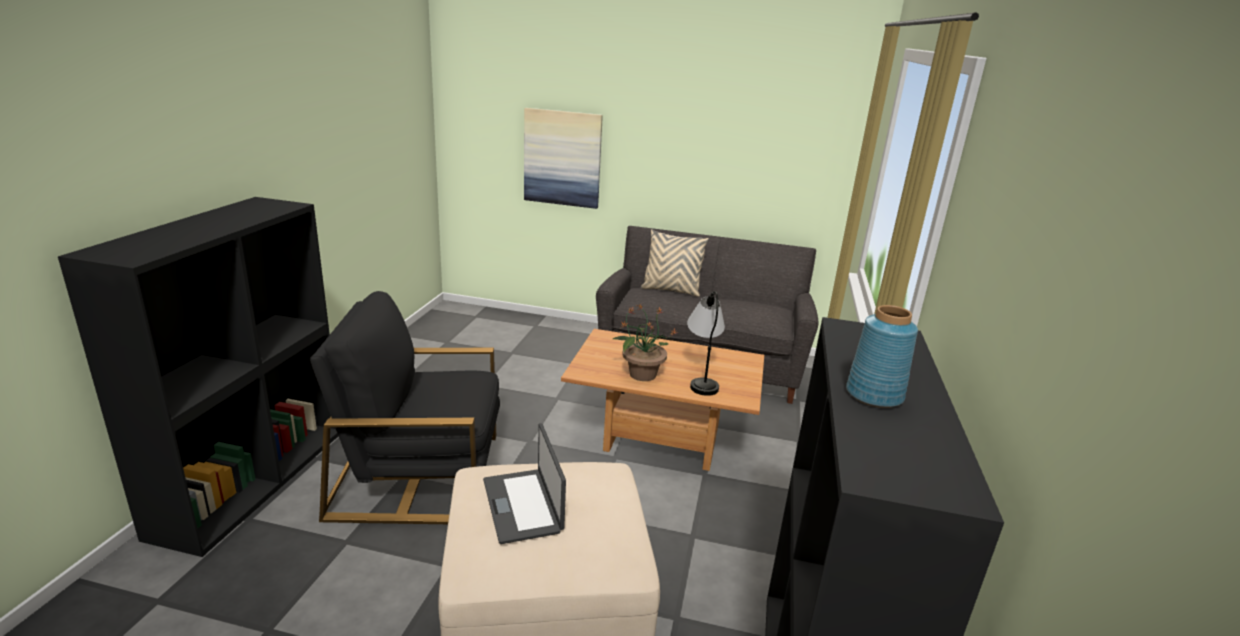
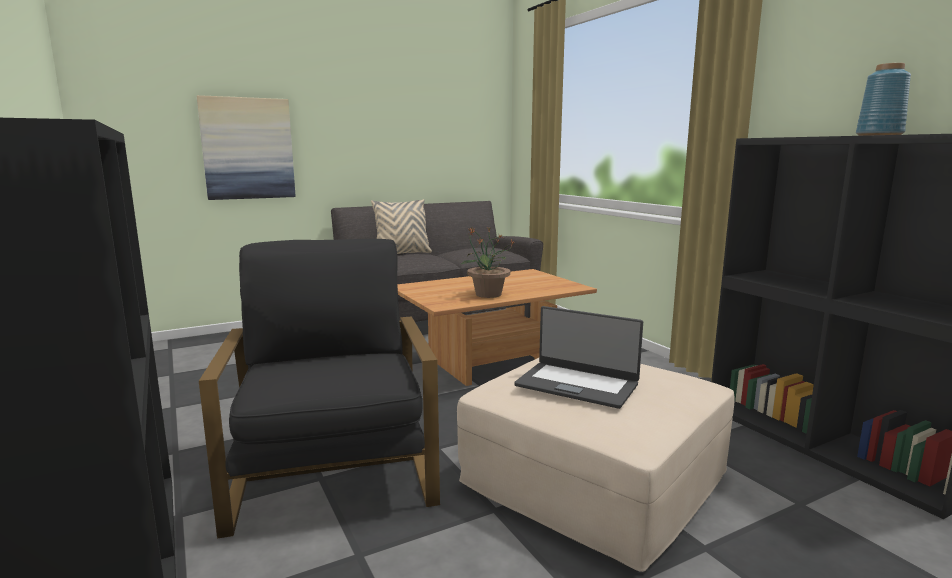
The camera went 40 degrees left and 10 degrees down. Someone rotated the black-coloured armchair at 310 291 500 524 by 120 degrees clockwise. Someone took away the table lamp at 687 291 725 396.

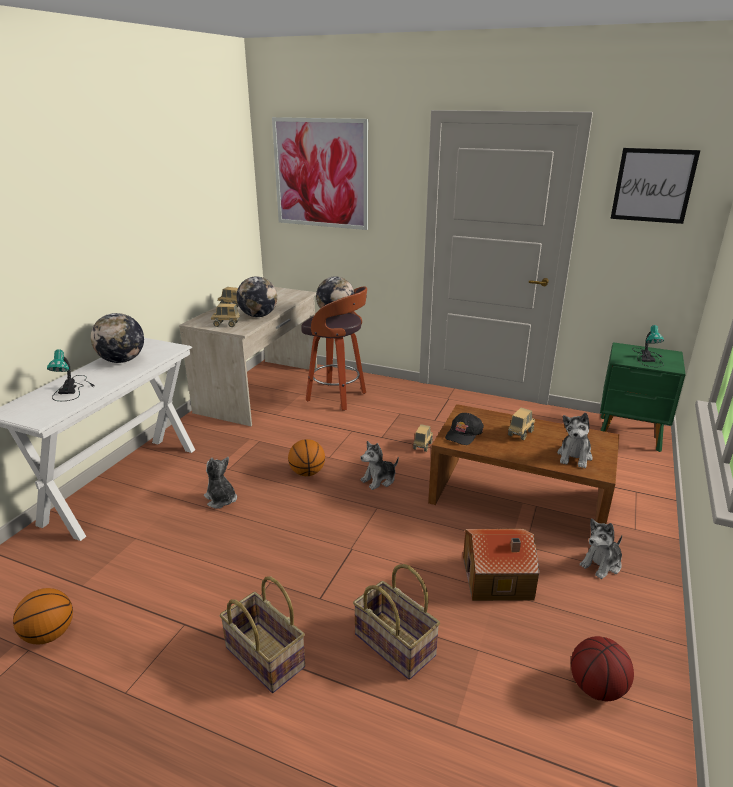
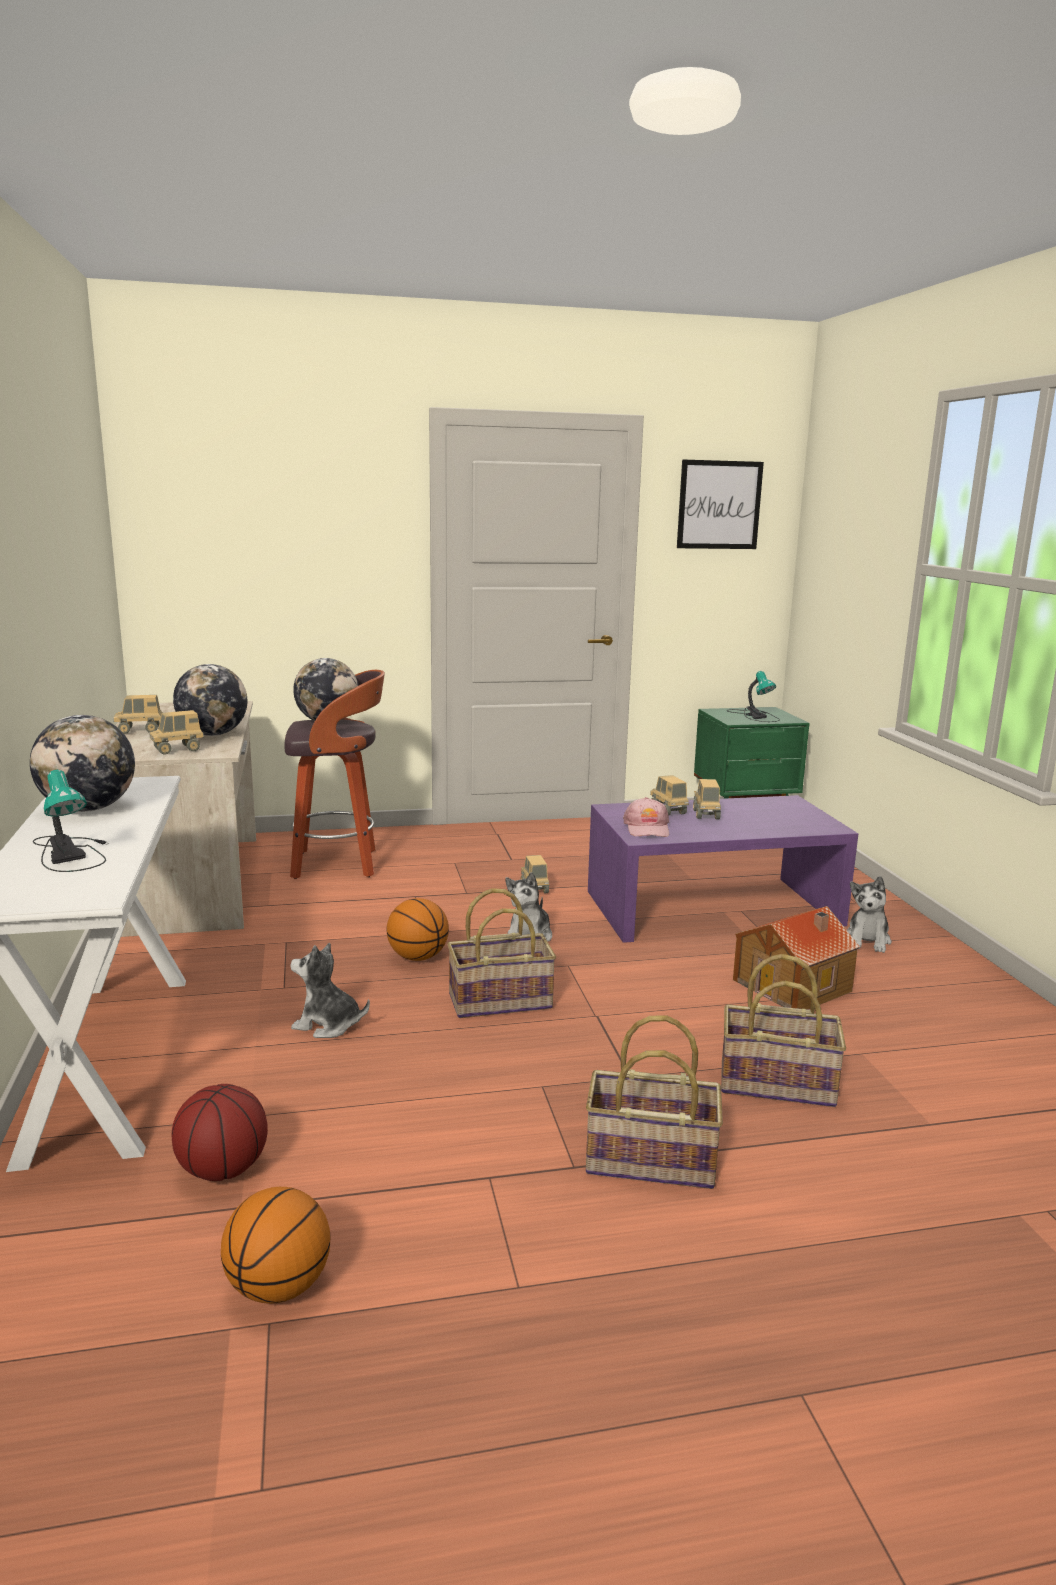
The camera went 35 degrees left and 10 degrees down. Someone took away the wall picture at 272 117 368 230. Someone repainted the brown coffee table at 428 404 619 524, which became the purple-coloured coffee table at 588 795 858 943. Someone repainted the black-coloured cap at 445 413 484 445, which became the pink cap at 623 797 669 837. Someone took away the plush toy at 557 413 593 468. Someone carried the basketball from 571 636 634 701 to 172 1084 268 1181. Someone put down the model truck at 650 775 689 815. Someone put down the household basket at 447 888 556 1018.

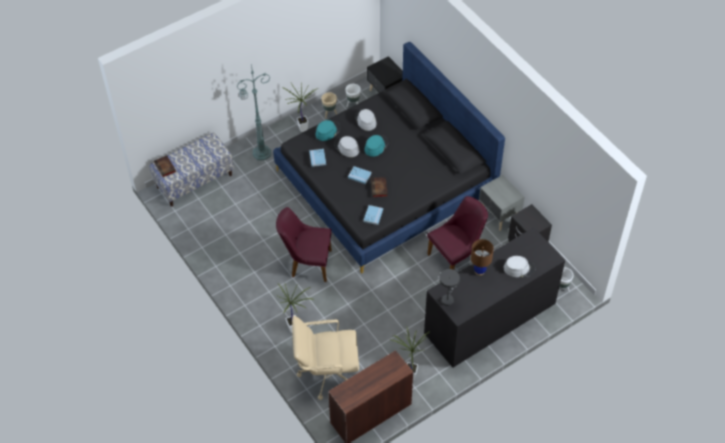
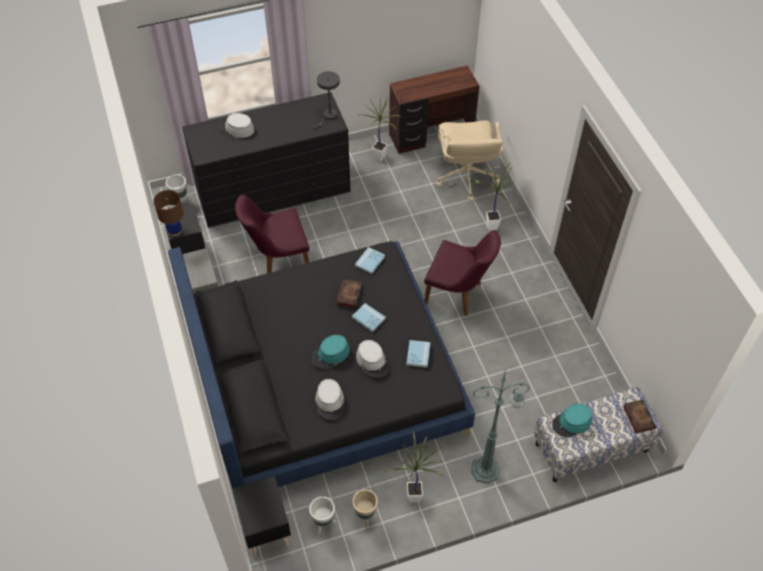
The camera went 165 degrees left and 0 degrees up. Someone carried the blue-green hat from 315 120 341 141 to 552 404 592 438. Someone carried the brown table lamp from 471 239 494 275 to 153 190 183 236. Someone rotated the beige office chair at 292 316 359 400 by 75 degrees clockwise.

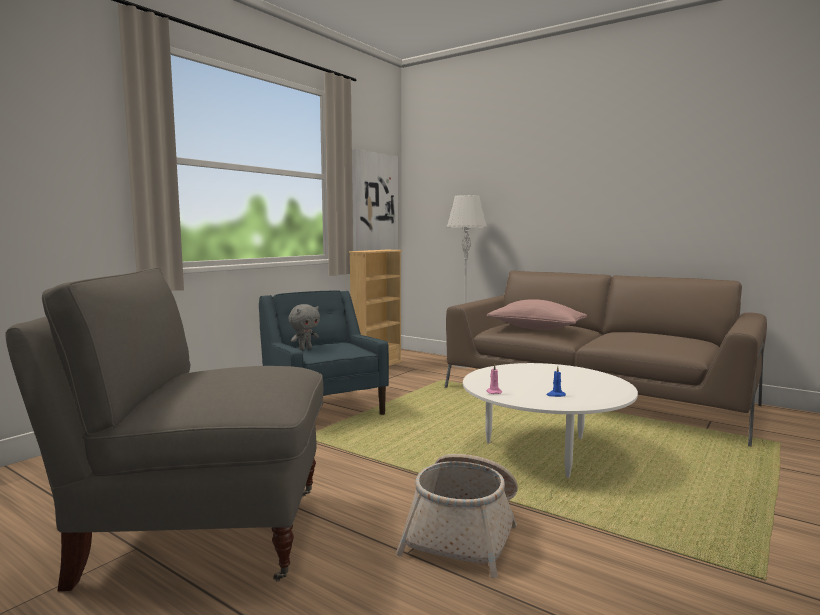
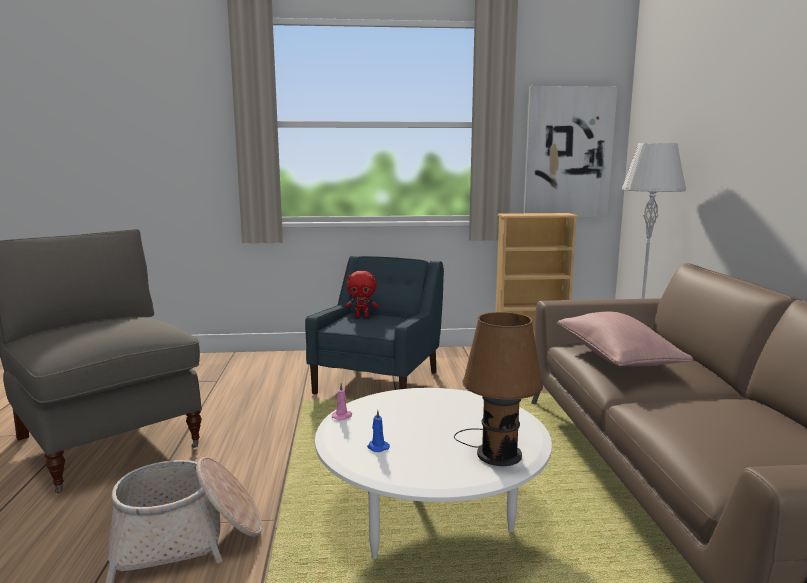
The camera went 50 degrees right and 5 degrees up. Someone repainted the greyish plush toy at 288 304 320 350, which became the red-coloured plush toy at 345 271 378 318. Someone put down the brown table lamp at 454 312 543 466.

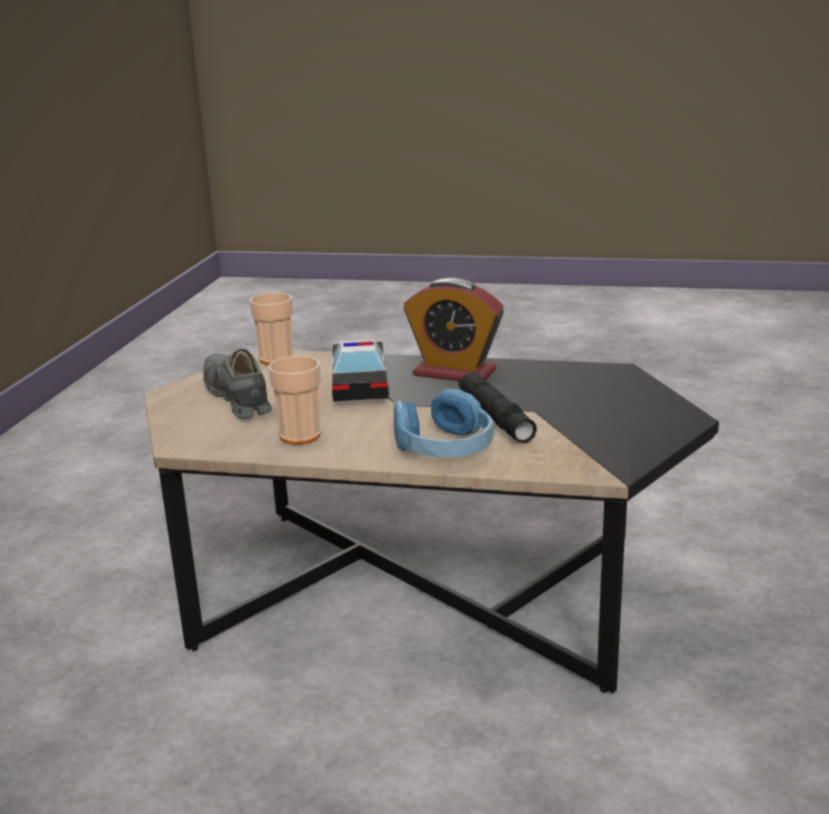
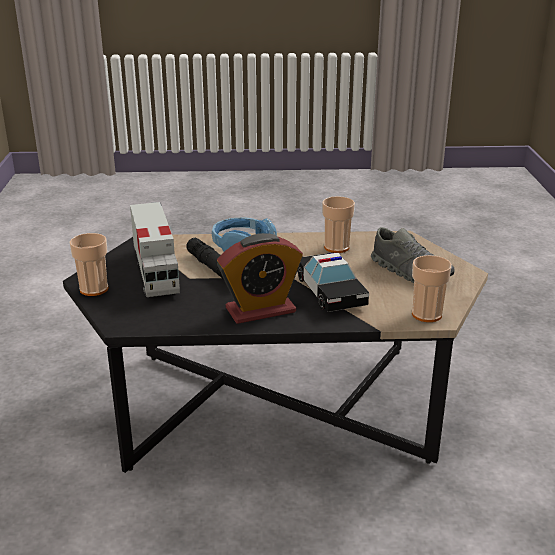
The camera went 165 degrees right and 5 degrees up. Someone rotated the table clock at 404 278 504 381 by 150 degrees clockwise. Someone put down the model truck at 130 202 180 297. Someone put down the small cup at 69 233 109 296.

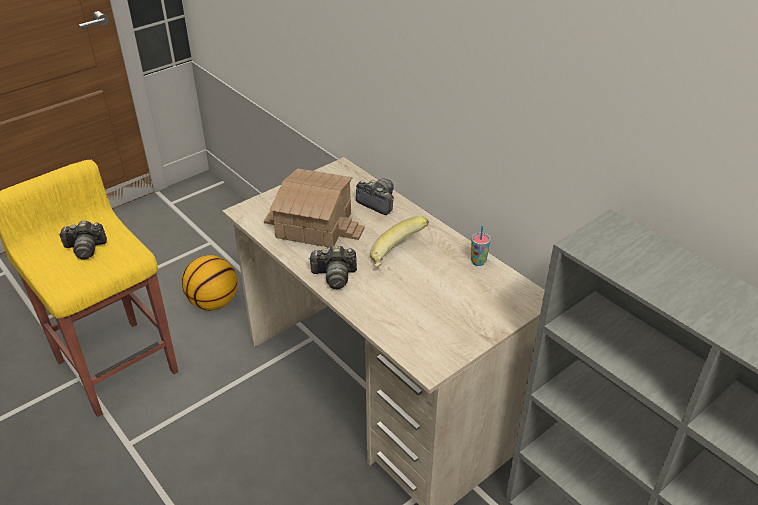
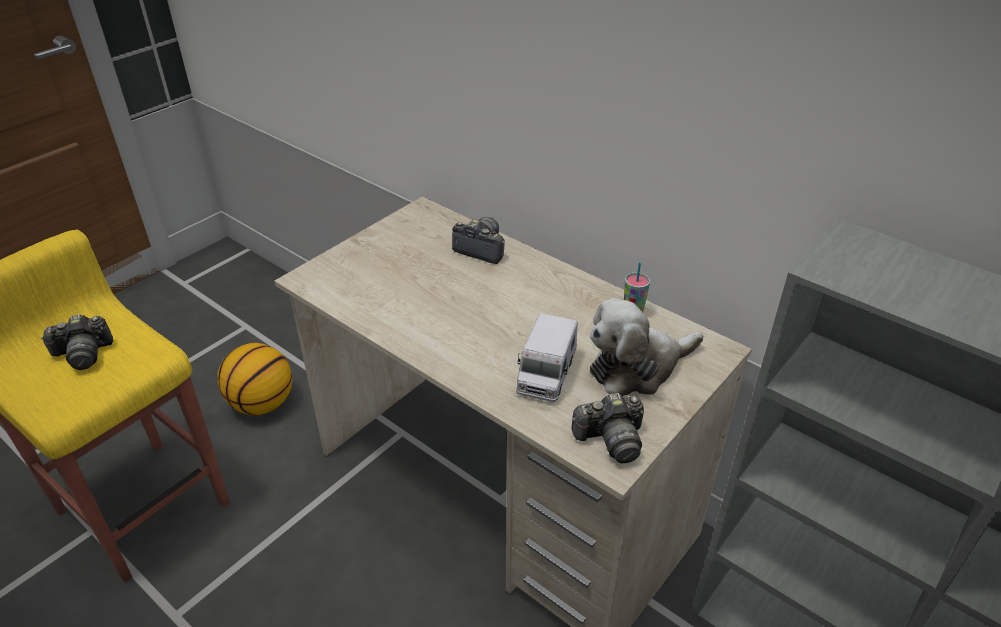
The camera went 10 degrees left and 0 degrees up. Someone took away the miniature house at 264 168 365 248. Someone took away the banana fruit at 370 216 429 267. Someone carried the photo camera from 309 245 357 289 to 572 393 644 463. Someone put down the plush toy at 590 298 703 396. Someone put down the model truck at 516 313 578 402.

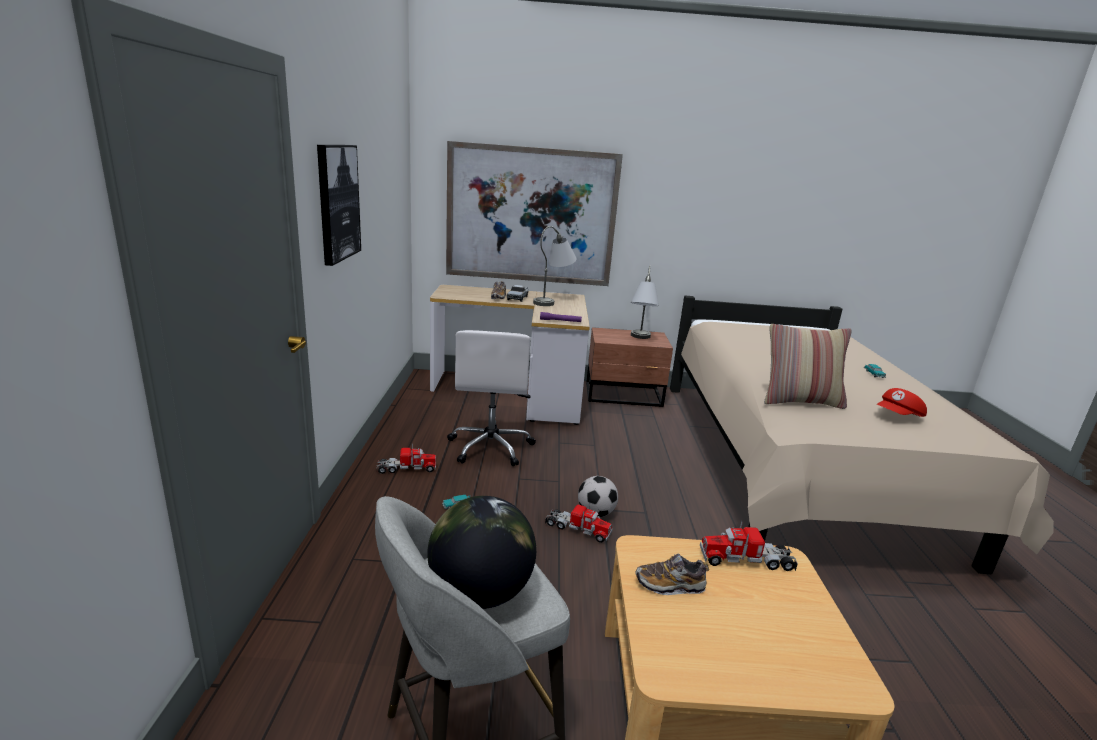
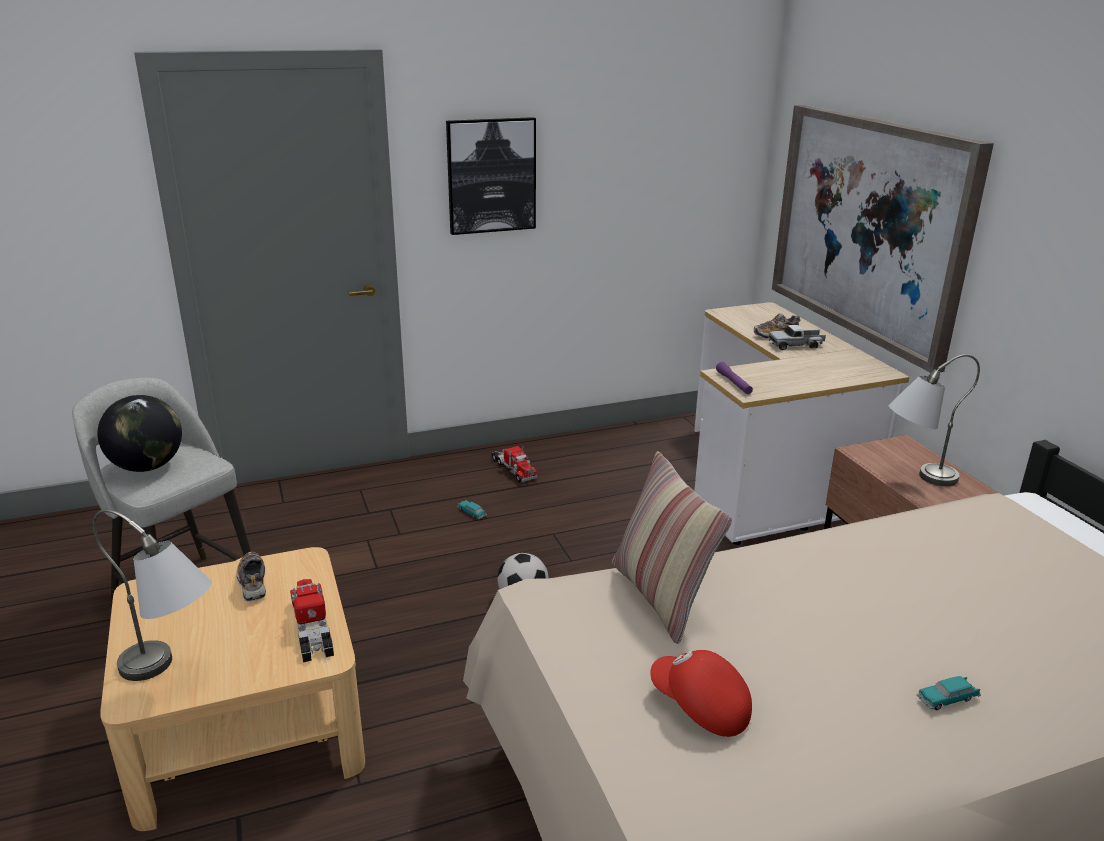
The camera went 70 degrees right and 5 degrees up. Someone carried the greyish table lamp from 533 226 577 306 to 93 509 211 681. Someone took away the whitish office chair at 447 330 536 466. Someone took away the model truck at 545 503 613 543.

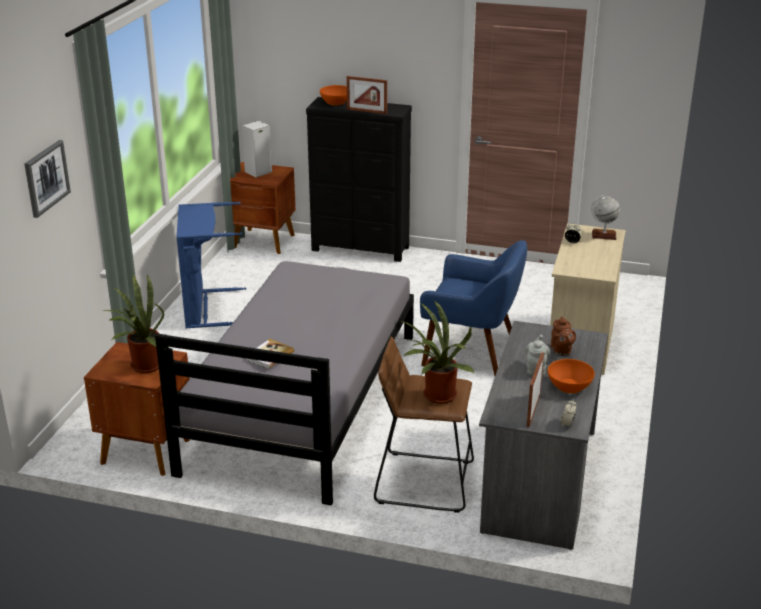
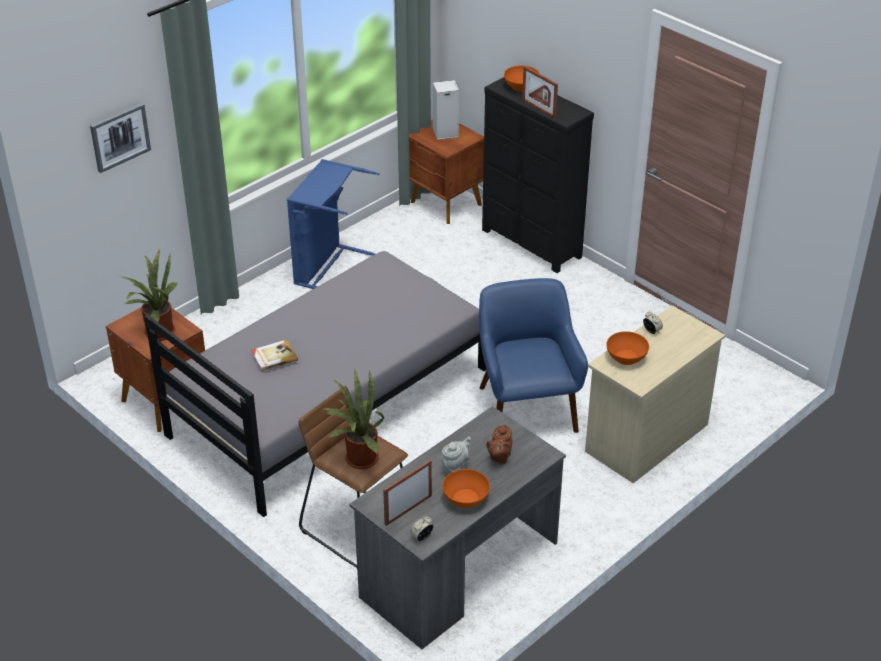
The camera went 30 degrees right and 10 degrees up. Someone took away the world globe at 591 195 620 240. Someone rotated the blue-coloured armchair at 420 240 527 376 by 150 degrees counterclockwise. Someone put down the orangey deep dish at 606 331 649 365.

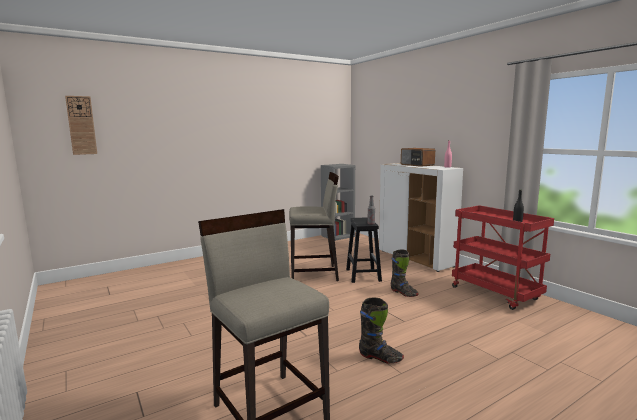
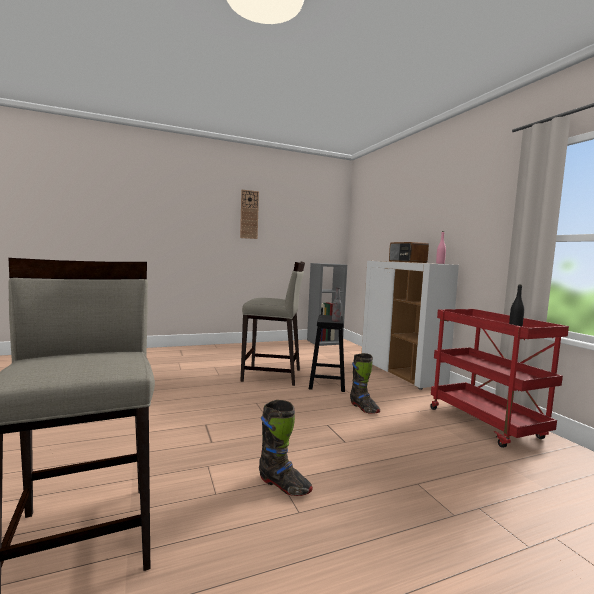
The camera went 10 degrees right and 5 degrees down. Someone carried the hanging clock from 65 96 97 155 to 240 190 259 239.

